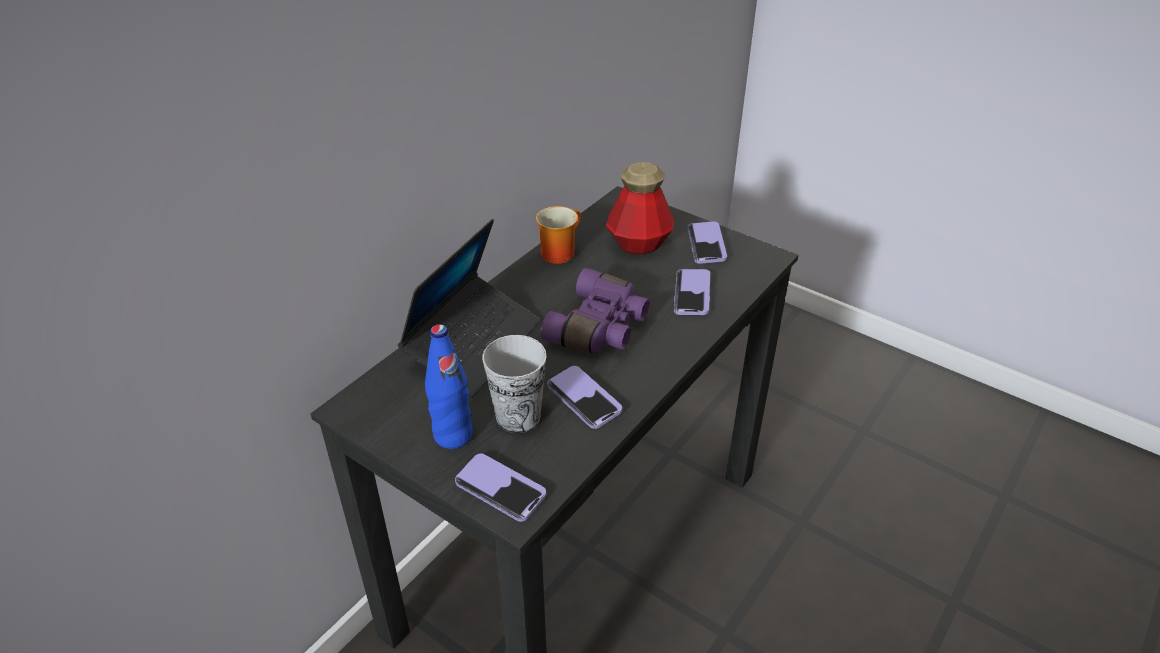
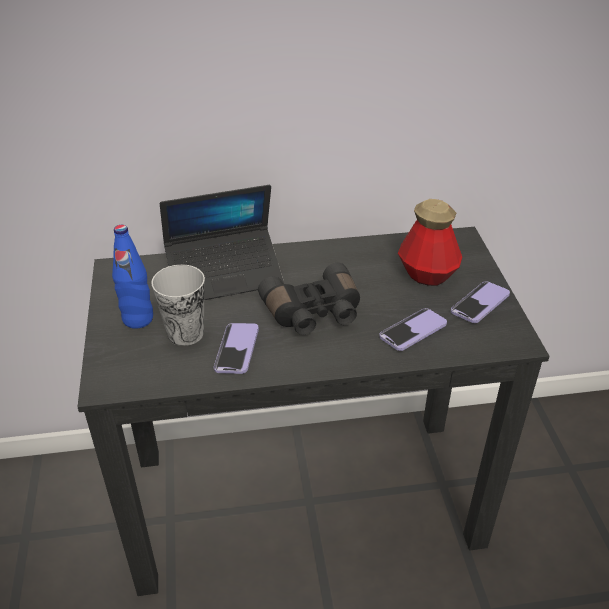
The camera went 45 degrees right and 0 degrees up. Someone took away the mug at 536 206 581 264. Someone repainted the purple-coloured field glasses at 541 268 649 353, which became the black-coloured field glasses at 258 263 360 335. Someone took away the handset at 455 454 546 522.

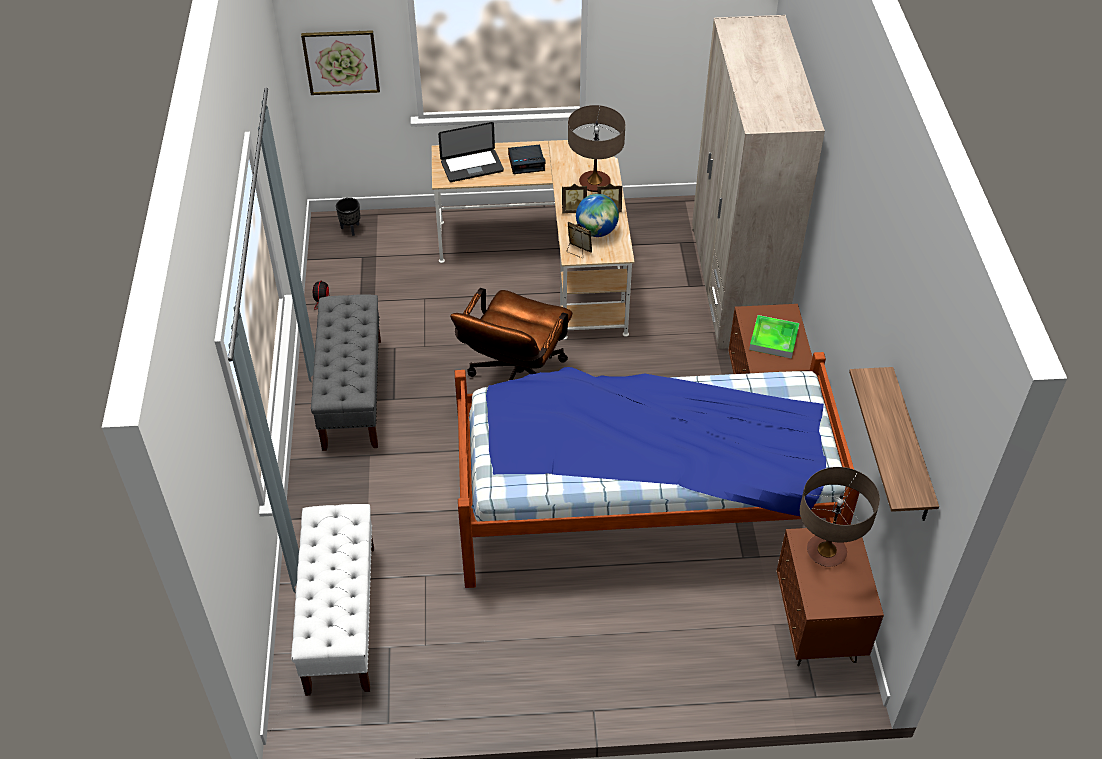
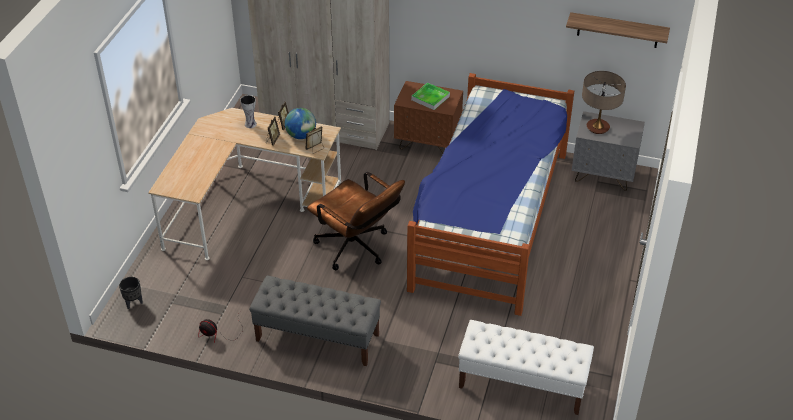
The camera went 70 degrees left and 5 degrees down. Someone took away the wall picture at 301 30 380 95. Someone swapped the table lamp at 568 105 625 192 for the decorative vase at 240 95 257 128. Someone took away the laptop at 438 122 504 182. Someone took away the table clock at 508 144 546 174. Someone repainted the brown night table at 777 528 884 666, which became the greyish night table at 572 111 645 191.

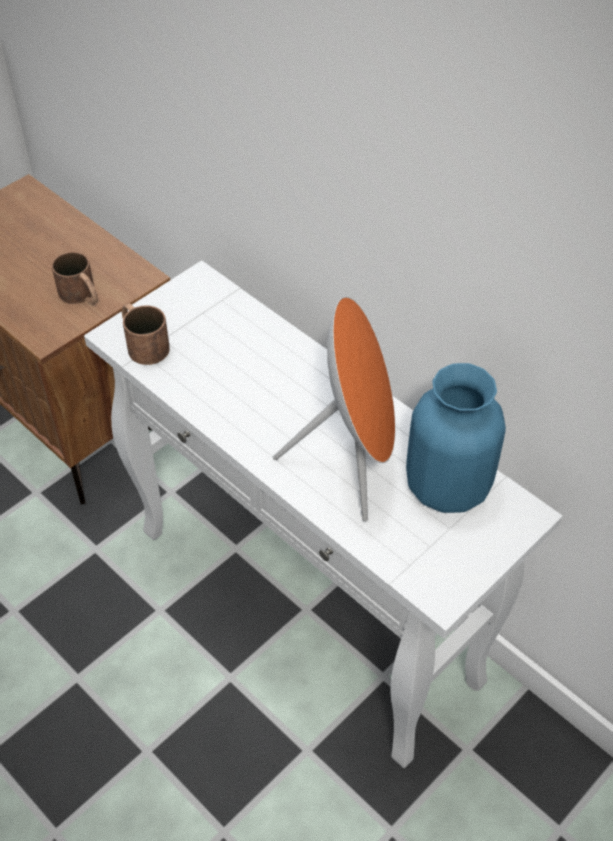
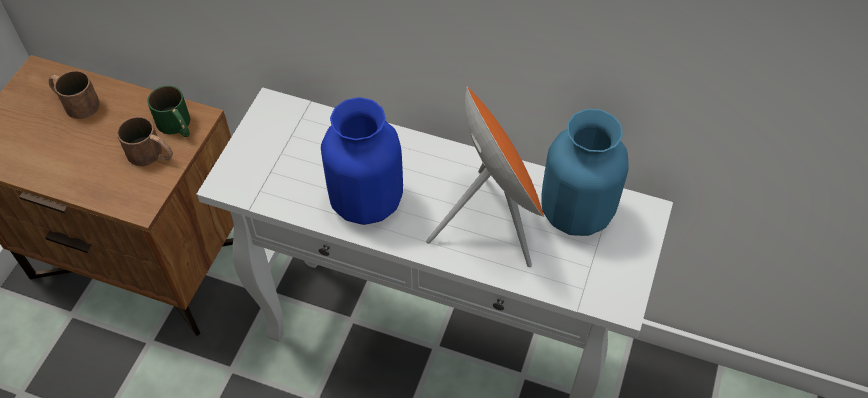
The camera went 25 degrees left and 5 degrees up. Someone carried the brown mug from 122 304 170 365 to 48 71 100 119. Someone put down the greenish mug at 147 86 190 137. Someone put down the blue-coloured decorative vase at 321 97 403 225.

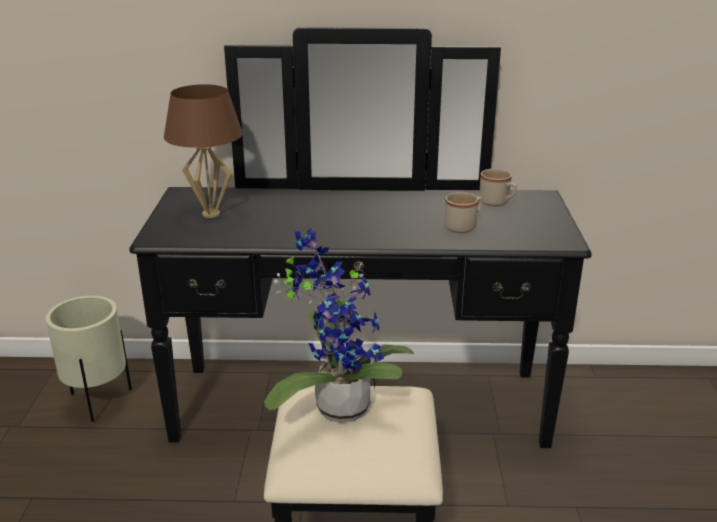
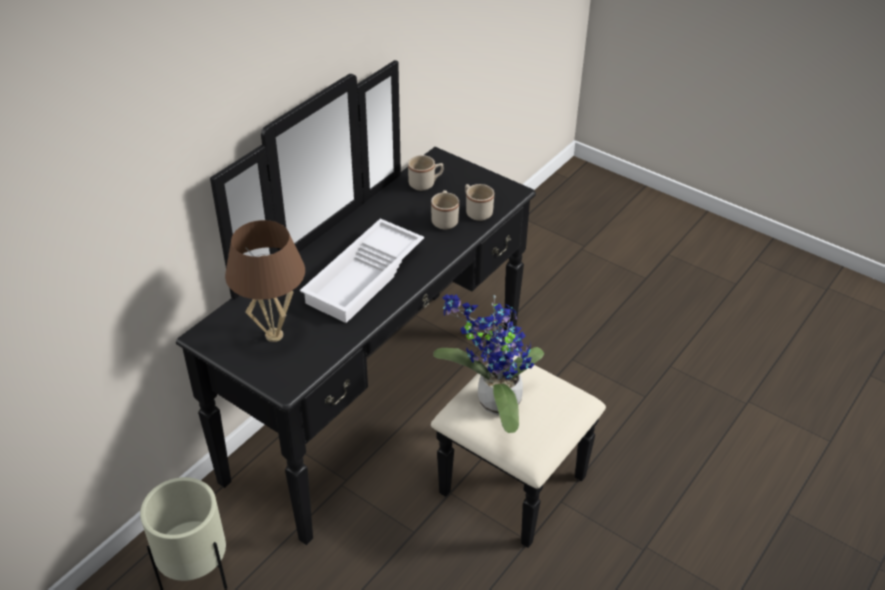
The camera went 55 degrees left and 15 degrees up. Someone put down the beige mug at 465 184 494 221. Someone put down the whitish tray at 300 219 424 323.

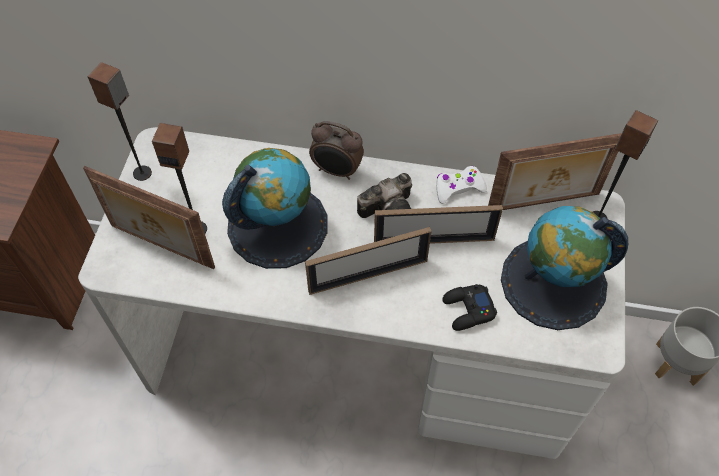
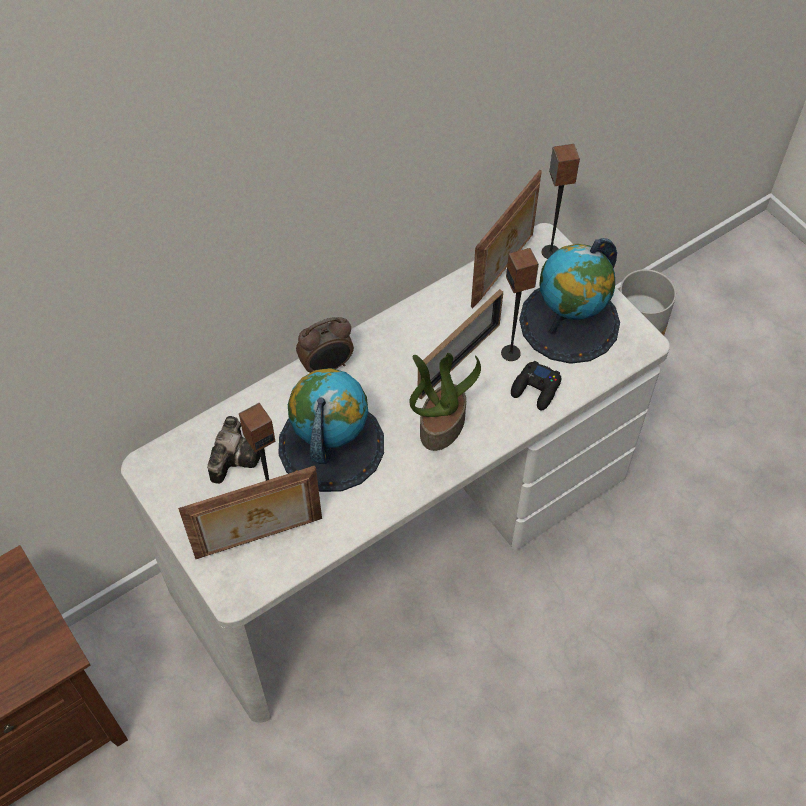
The camera went 45 degrees left and 0 degrees up. Someone carried the loudspeaker from 88 62 152 181 to 501 248 539 361. Someone took away the whitish gamepad at 436 166 487 204. Someone carried the photo camera from 357 173 412 218 to 207 416 260 484. Someone swapped the standing frame at 305 227 431 295 for the potted plant at 409 353 481 451.

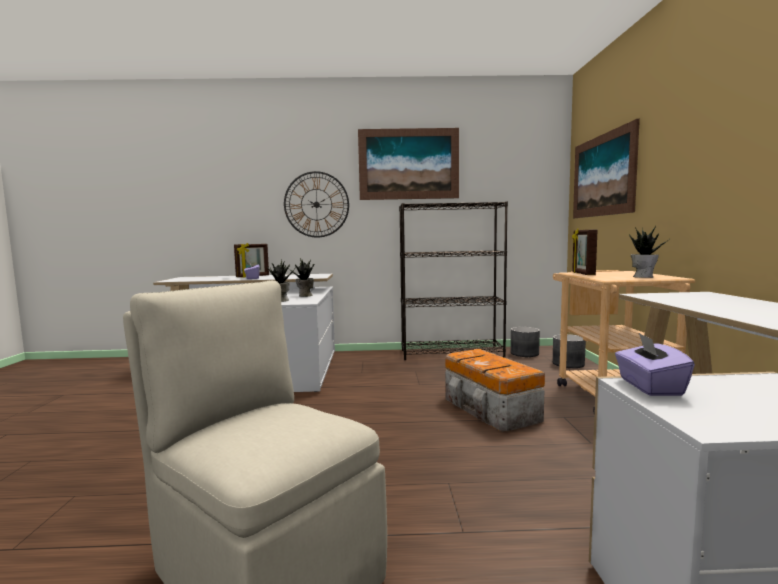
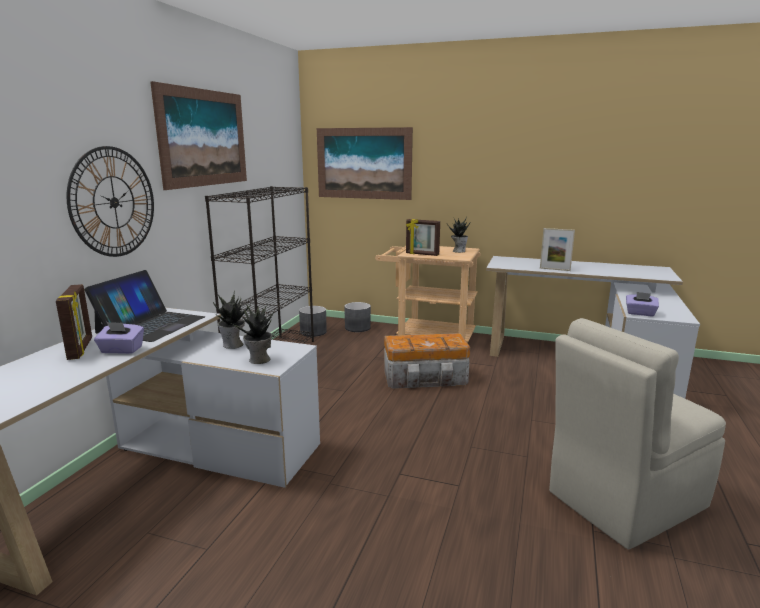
The camera went 70 degrees left and 10 degrees up. Someone put down the standing frame at 540 228 575 271. Someone put down the laptop at 84 270 205 342.

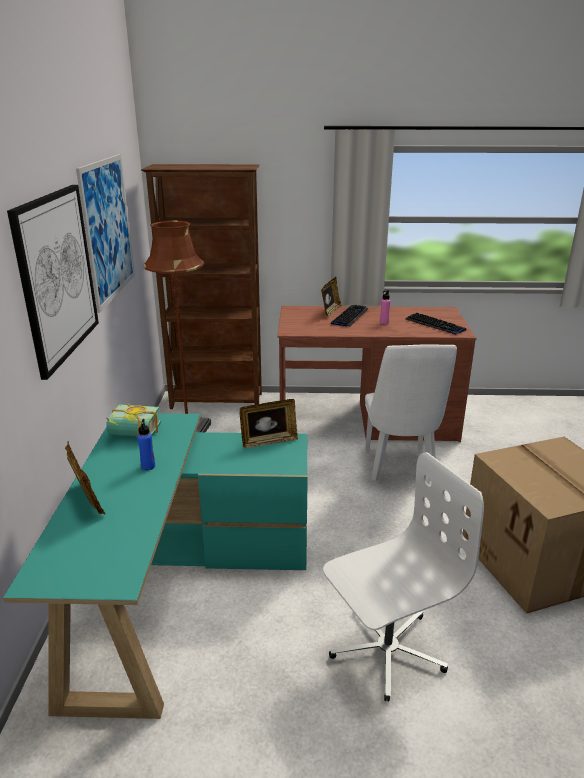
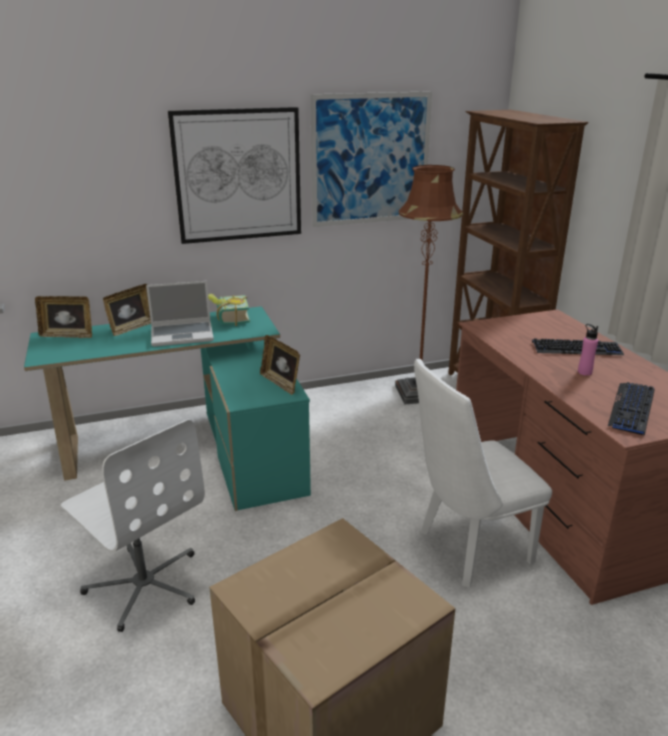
The camera went 70 degrees right and 0 degrees up. Someone carried the standing frame from 321 277 342 317 to 35 296 92 338. Someone swapped the blue-coloured bottle at 137 419 155 470 for the laptop at 146 281 214 347.

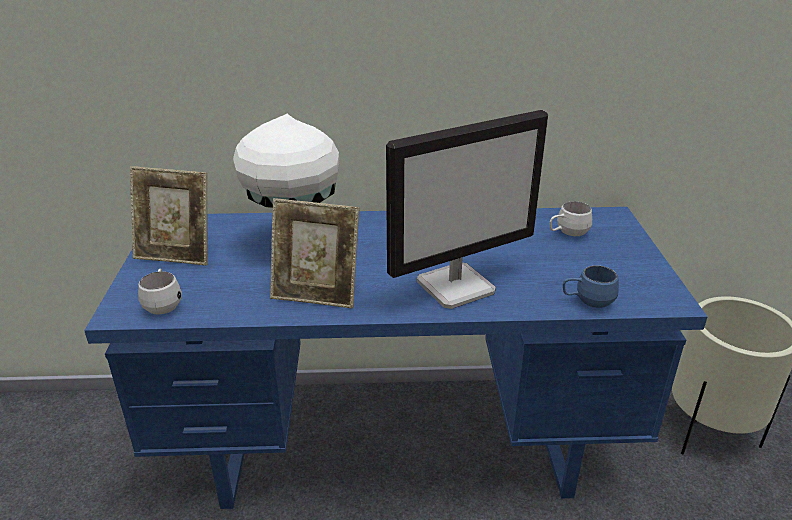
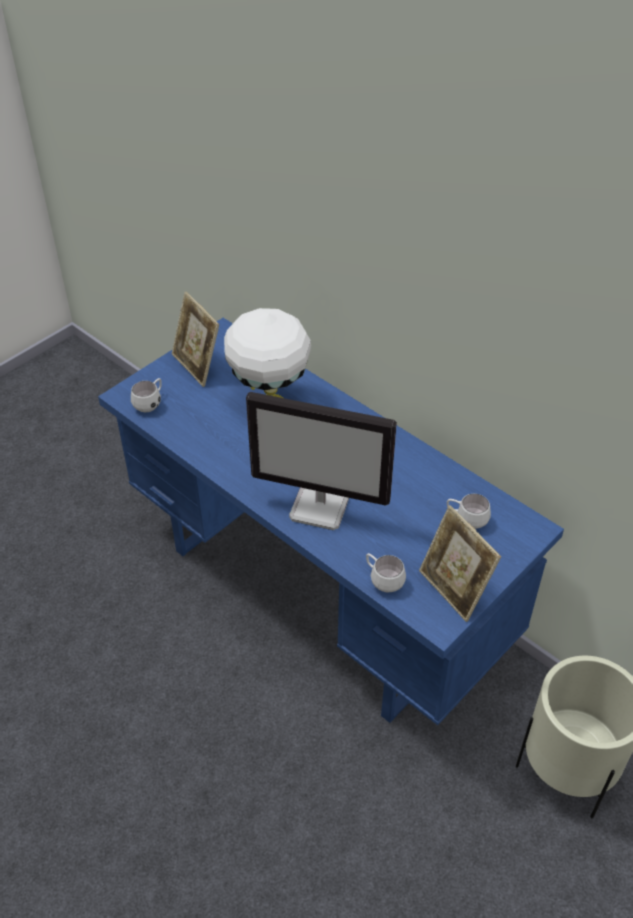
The camera went 45 degrees right and 15 degrees up. Someone carried the standing frame from 270 198 360 308 to 419 505 501 622. Someone repainted the blue-coloured mug at 563 265 619 308, which became the whitish mug at 366 553 406 593.

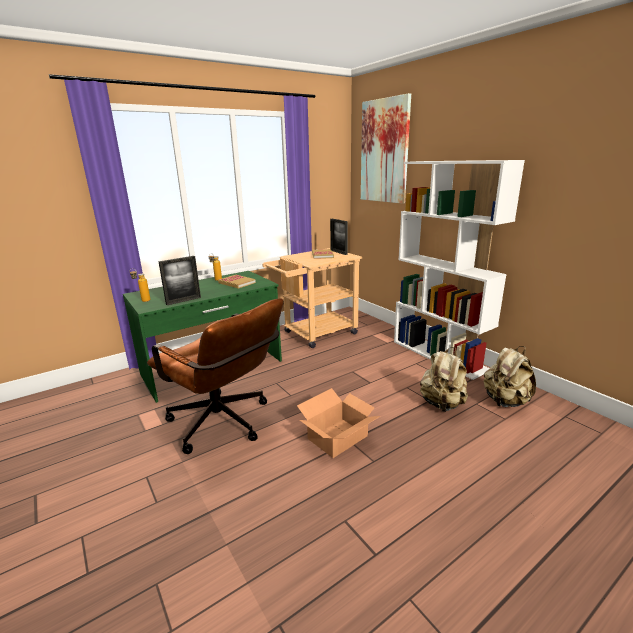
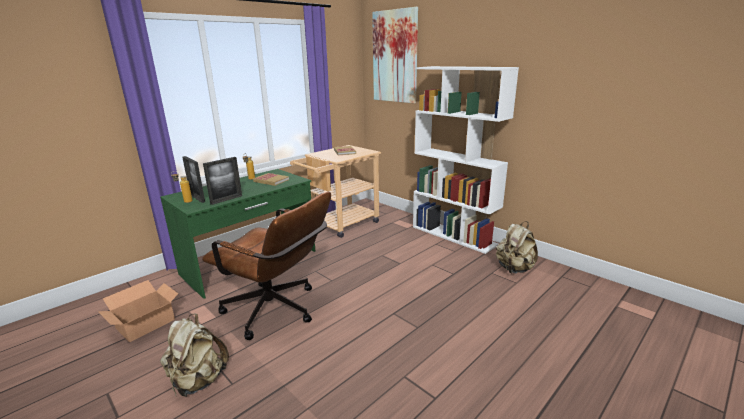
The camera went 10 degrees left and 0 degrees up. Someone carried the standing frame from 330 219 348 255 to 182 156 205 203. Someone carried the beige backpack from 420 347 468 412 to 160 314 229 397. Someone carried the carton from 297 388 380 458 to 98 280 178 342.

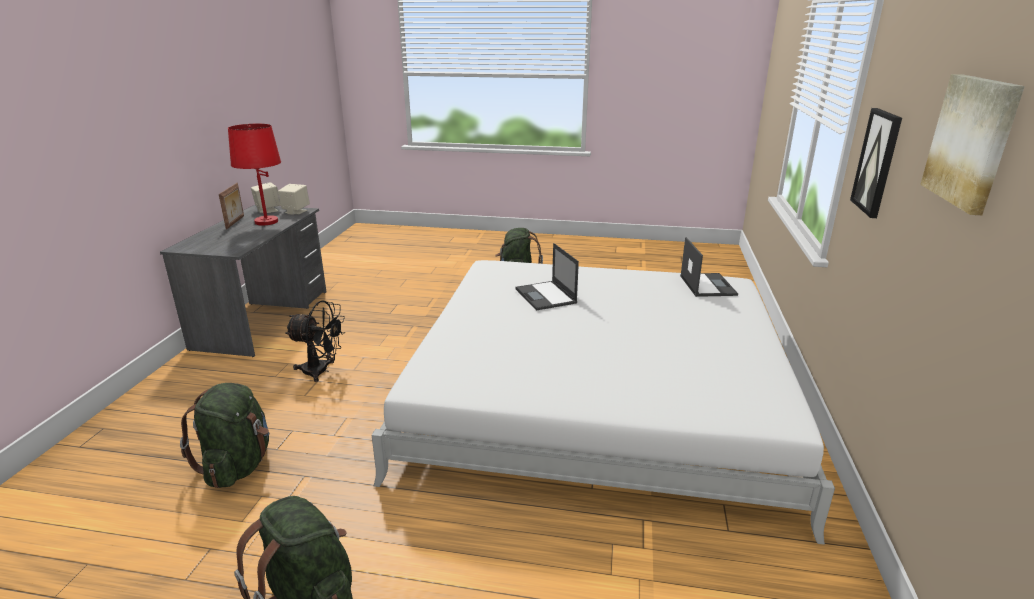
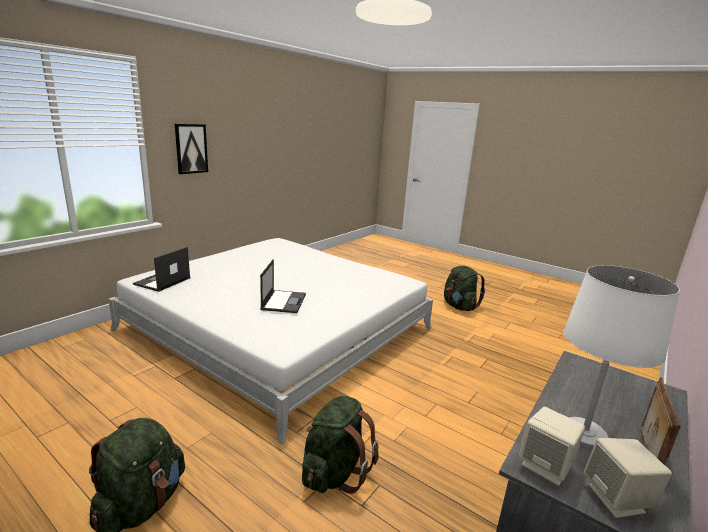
The camera went 155 degrees left and 5 degrees down. Someone took away the wall picture at 920 74 1025 215. Someone repainted the red-coloured table lamp at 228 124 281 226, which became the whitish table lamp at 563 265 680 450. Someone took away the black-coloured electric fan at 285 300 345 382. Someone carried the greenish backpack from 180 383 269 488 to 302 396 379 494.

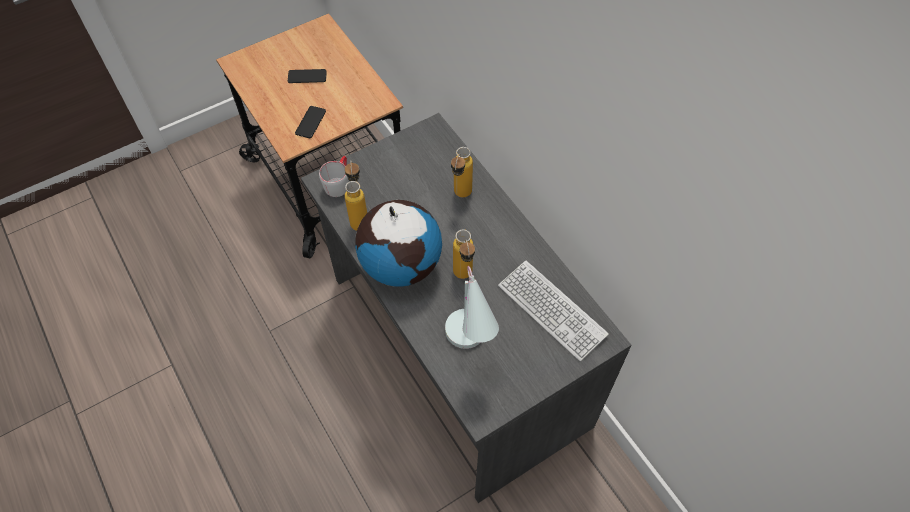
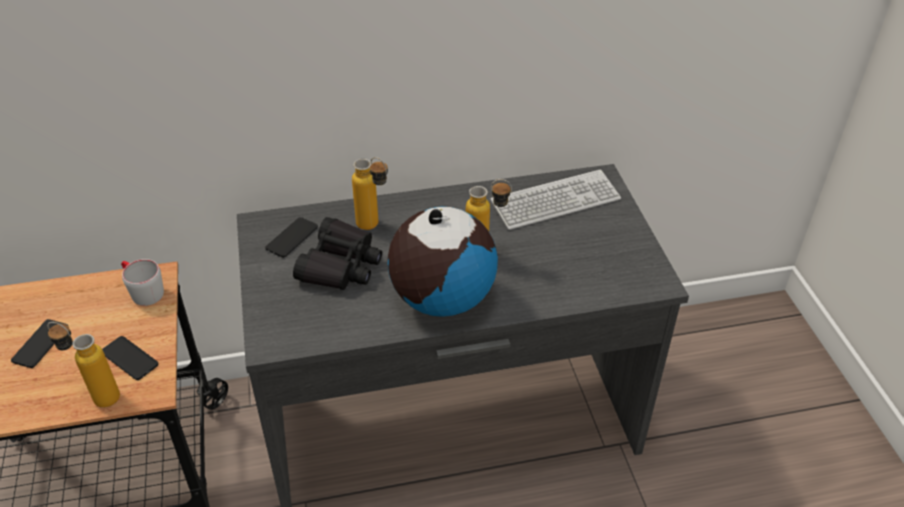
The camera went 70 degrees left and 15 degrees down. Someone carried the greyish mug from 319 156 349 197 to 121 259 164 306. Someone carried the bottle from 345 160 367 231 to 47 322 120 408. Someone took away the whitish table lamp at 445 266 499 349. Someone put down the handset at 265 217 318 258. Someone put down the black-coloured field glasses at 293 217 382 290.

